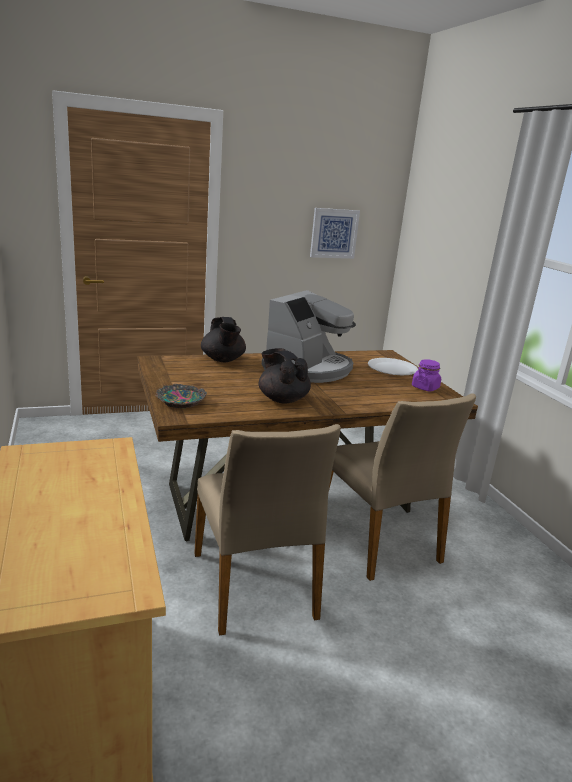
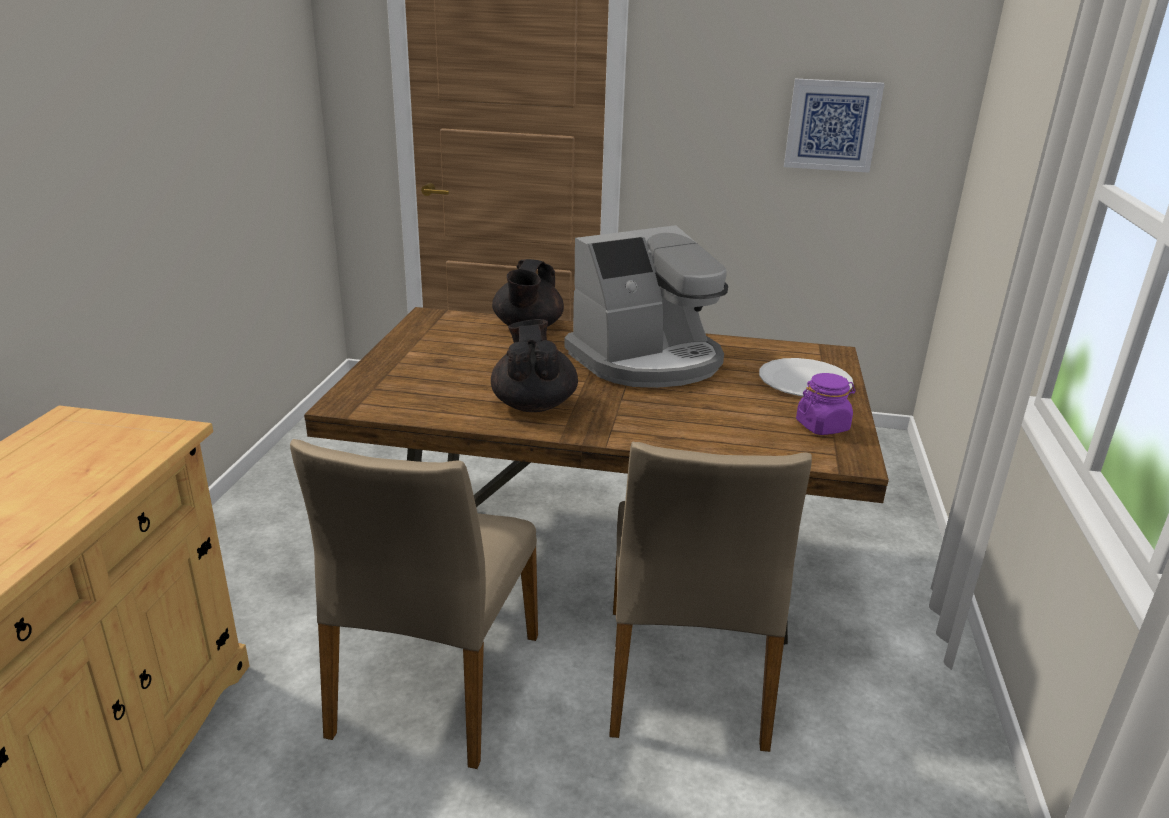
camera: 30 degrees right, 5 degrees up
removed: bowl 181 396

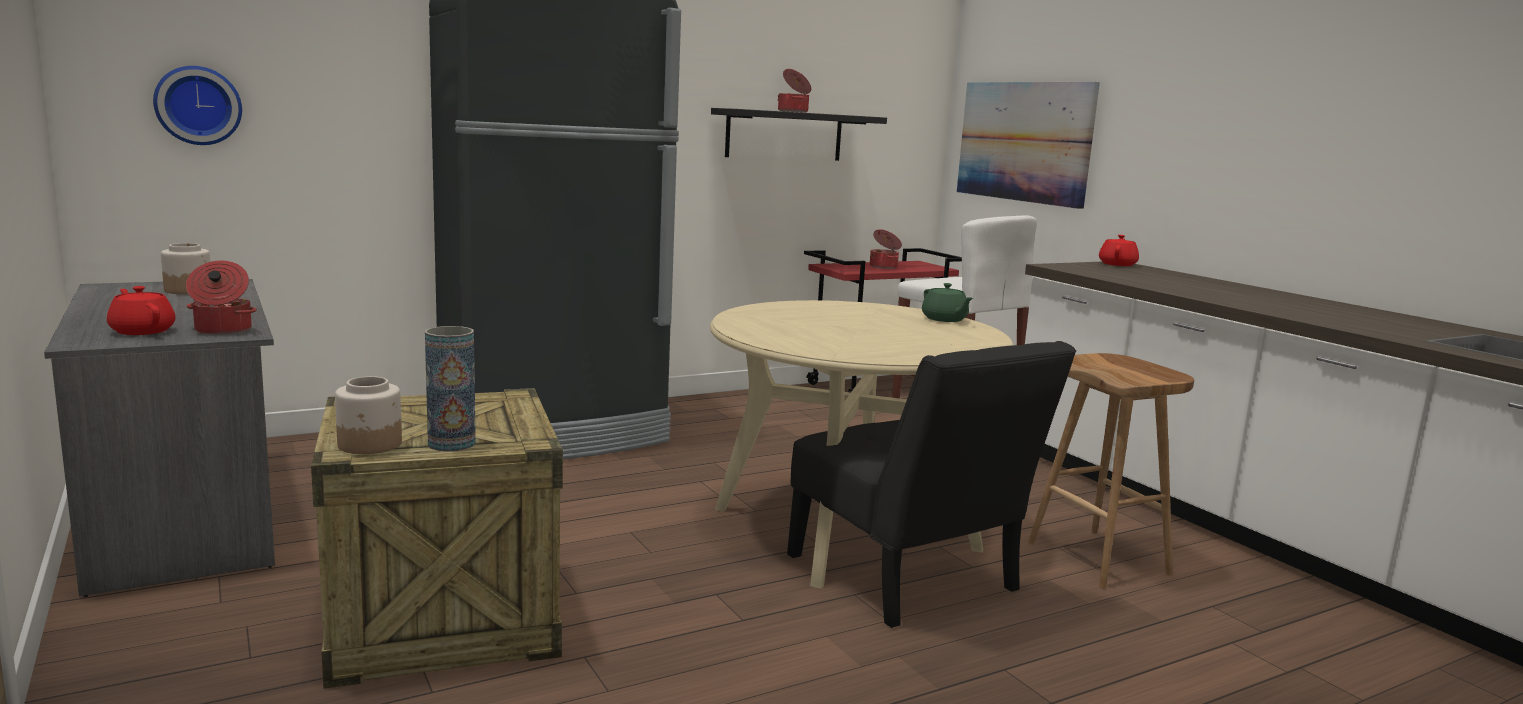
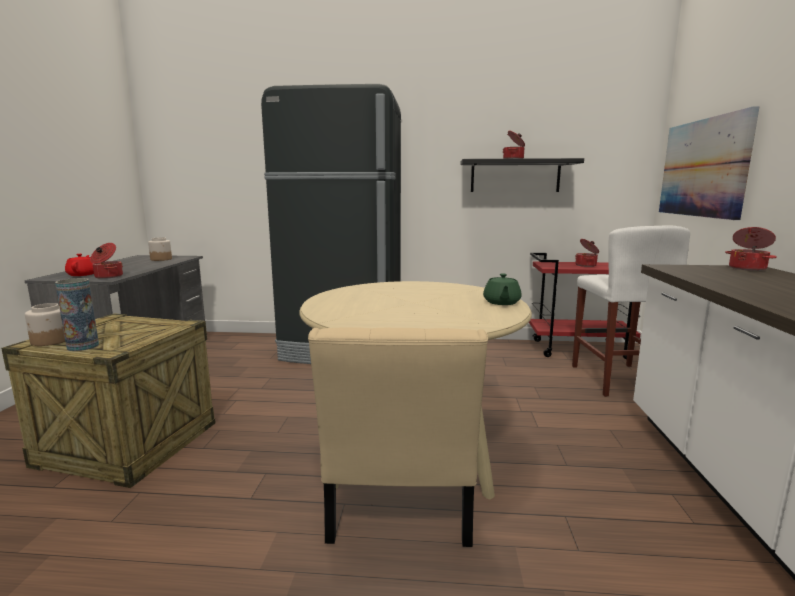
camera: 35 degrees right, 0 degrees up
removed: wall clock 197 105; stool/brown 1111 470
replaced: teapot/red 1119 250 to cooking pot 751 249
recoloured: chair/black 931 484 to chair/beige 398 437

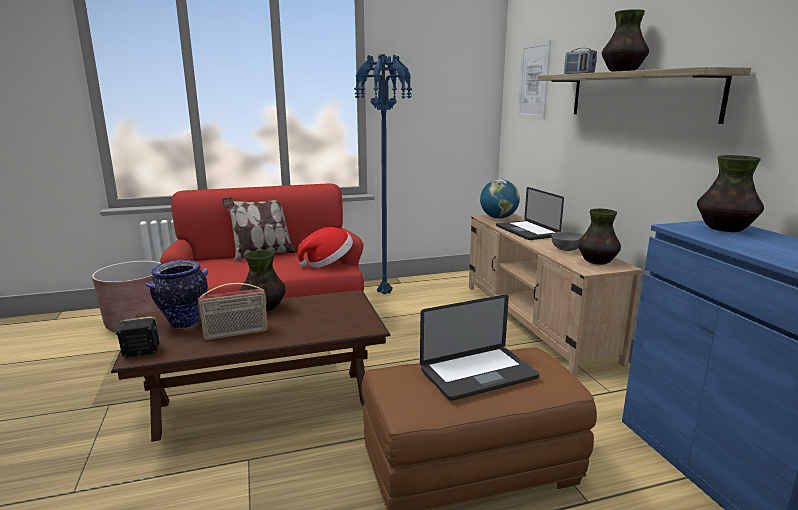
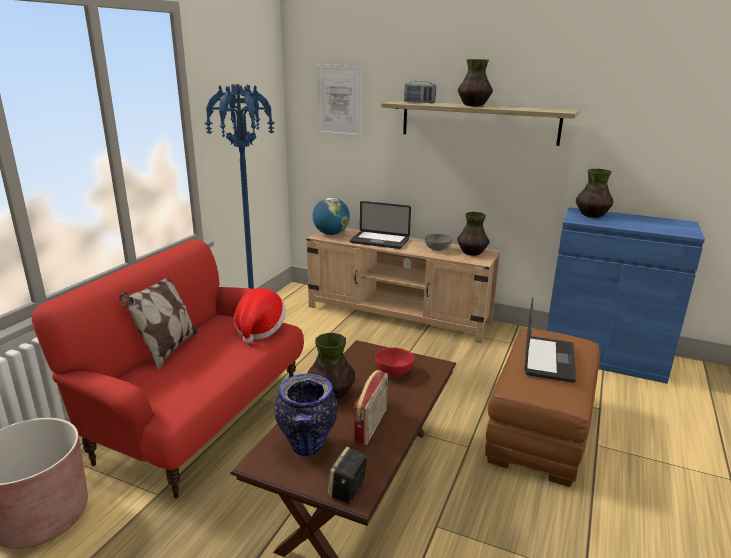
camera: 50 degrees left, 5 degrees up
added: bowl/red 394 362

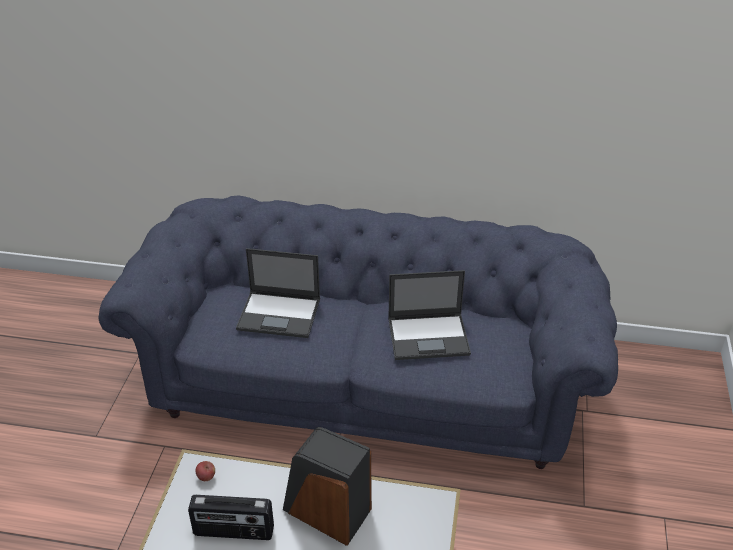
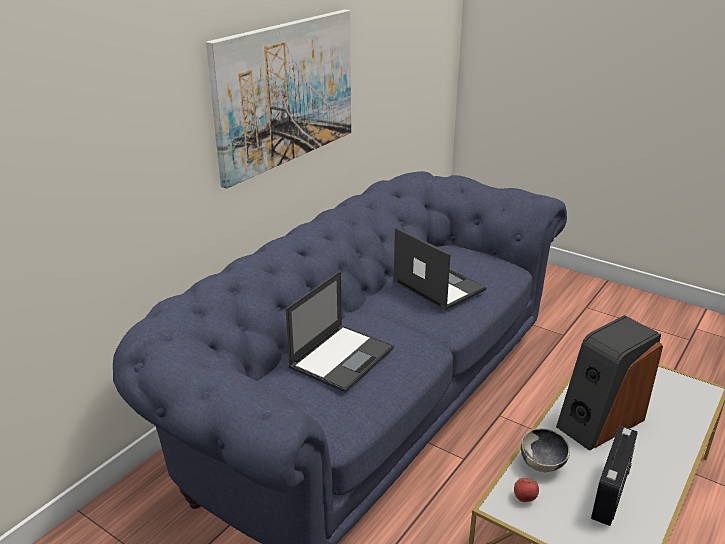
camera: 65 degrees left, 10 degrees down
added: picture 278 99; bowl 545 450
turned: laptop 429 315 = 439 268 60 degrees counterclockwise

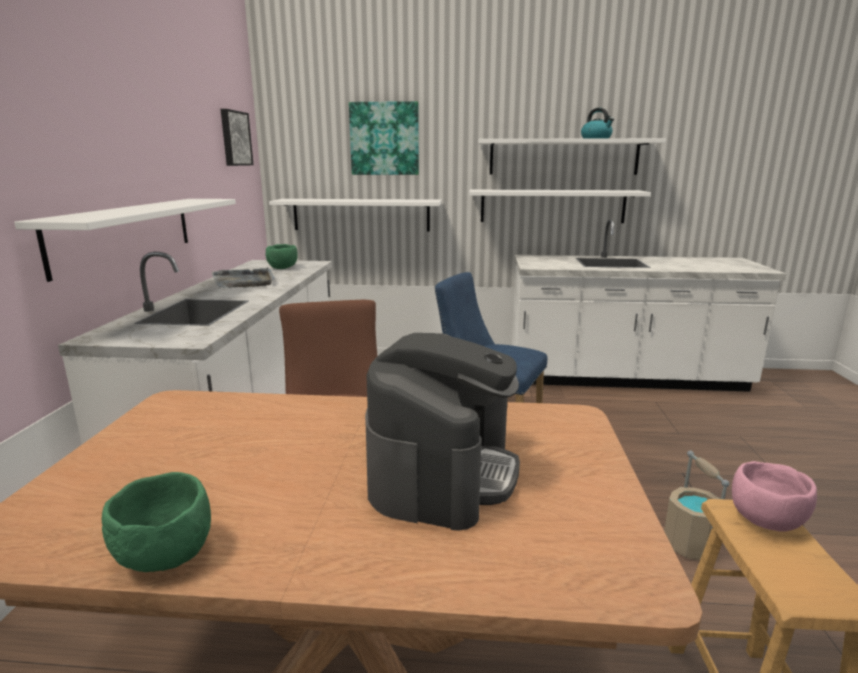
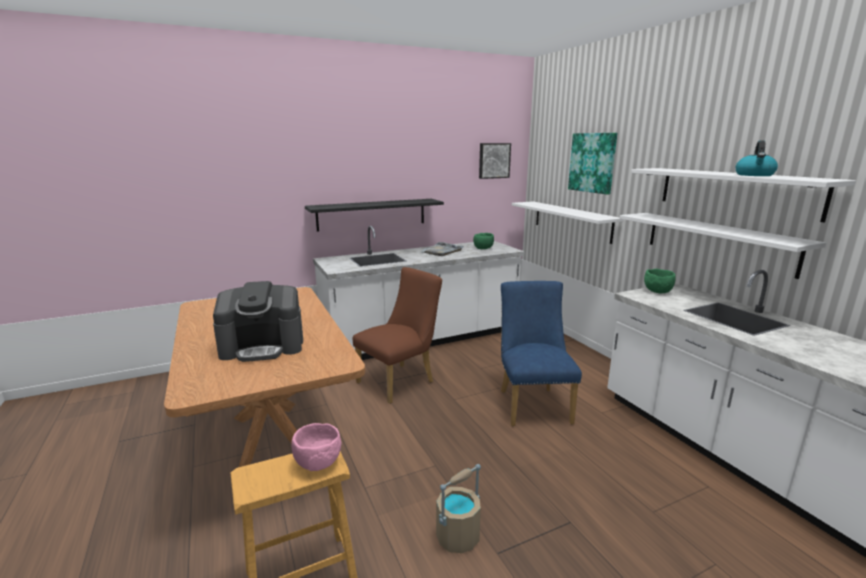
camera: 60 degrees right, 0 degrees up
moved: bowl/green 156 522 to 660 281
recoloured: shelf/white 125 240 to shelf/black 374 215

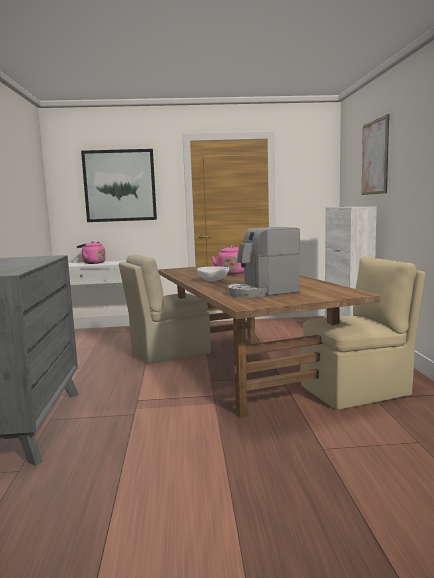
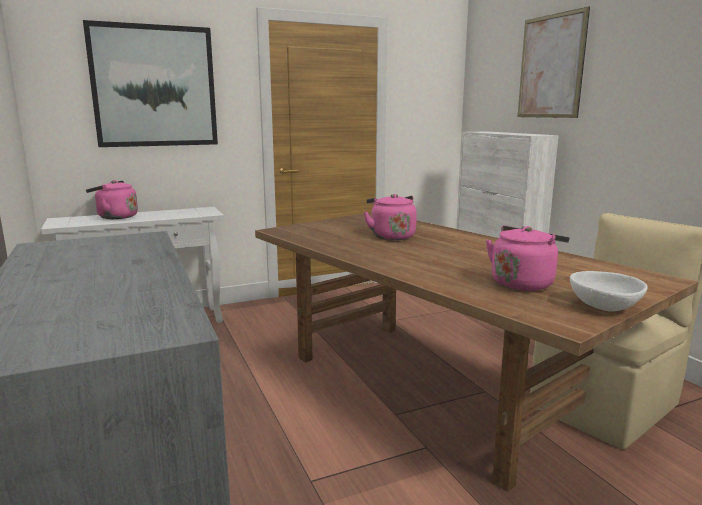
camera: 20 degrees left, 5 degrees up
removed: chair/beige 165 309
moved: bowl/white 213 274 to 609 291
replaced: coffee machine 263 262 to kettle/pink 527 258

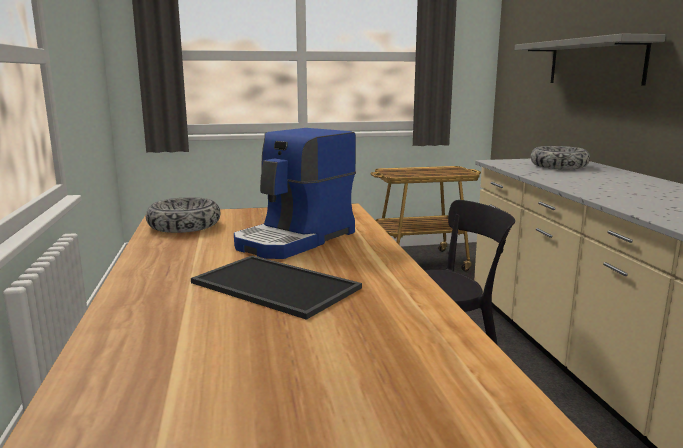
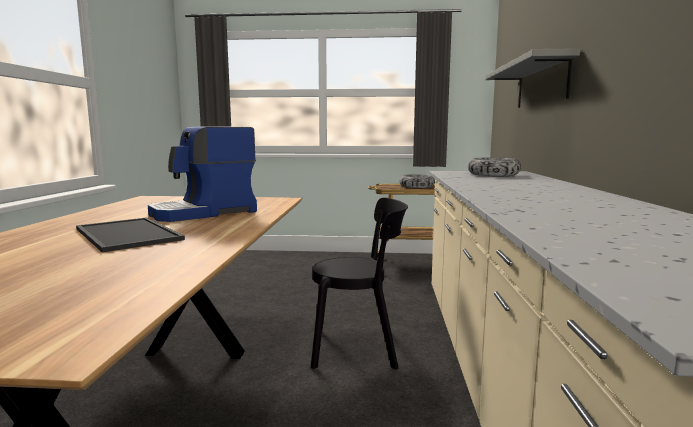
camera: 15 degrees right, 5 degrees down
moved: bowl 183 215 to 417 181

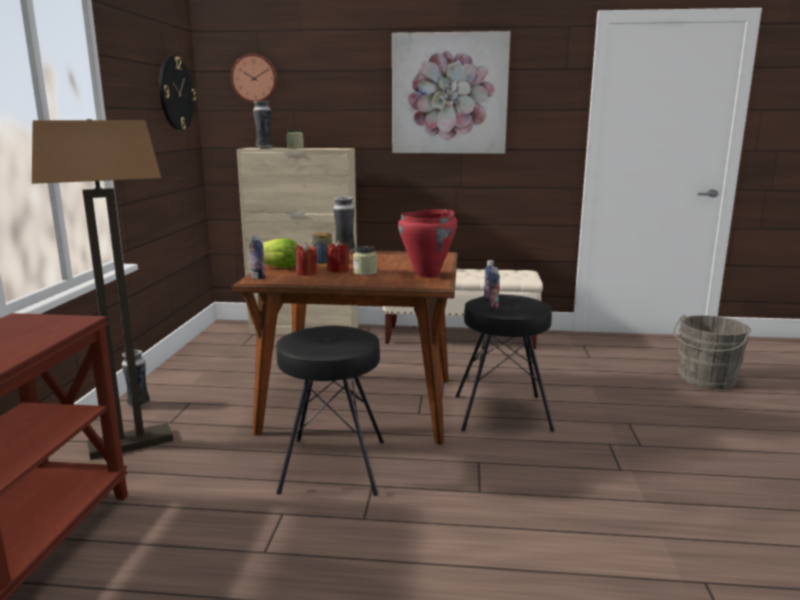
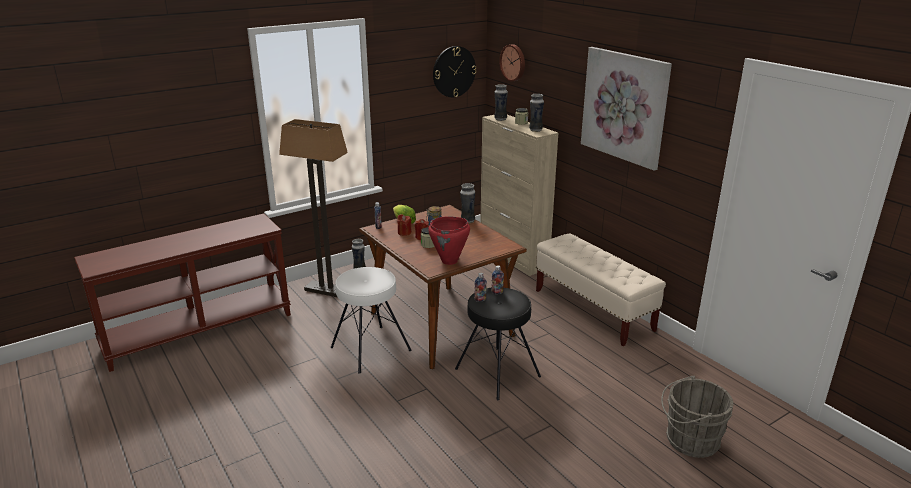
camera: 50 degrees right, 10 degrees up
added: vase 536 113
recoloured: stool/black 330 411 to stool/white 371 320

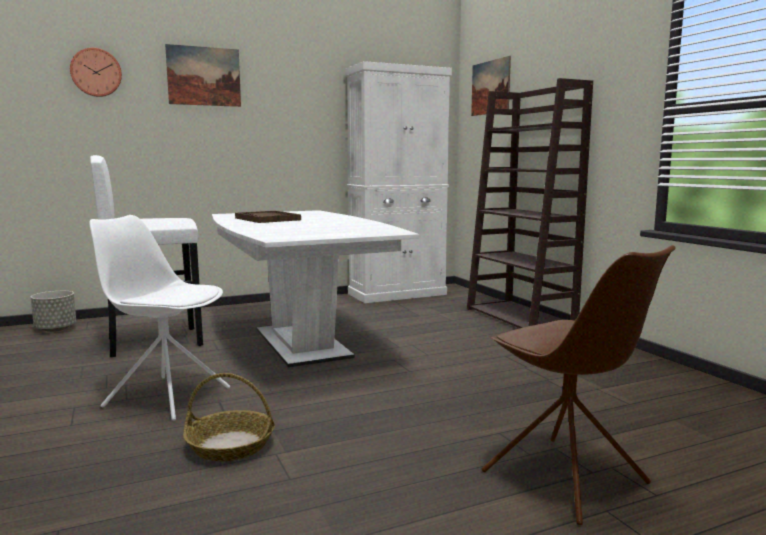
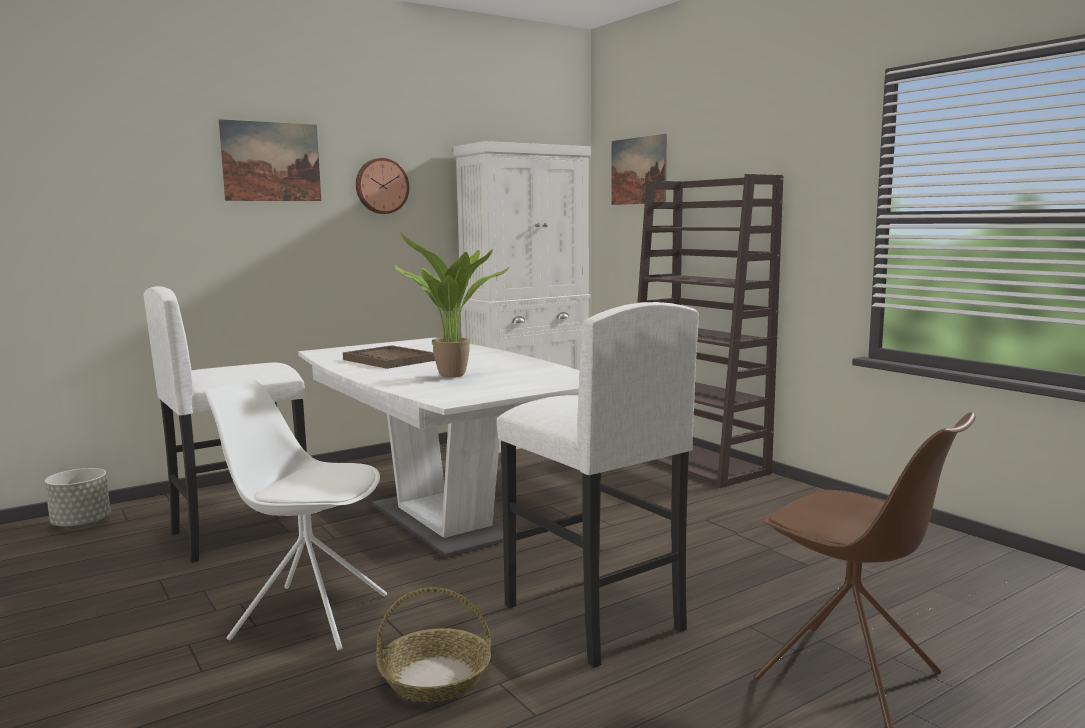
camera: 10 degrees left, 0 degrees up
added: potted plant 451 305; stool/white 598 485
moved: wall clock 96 72 to 382 186

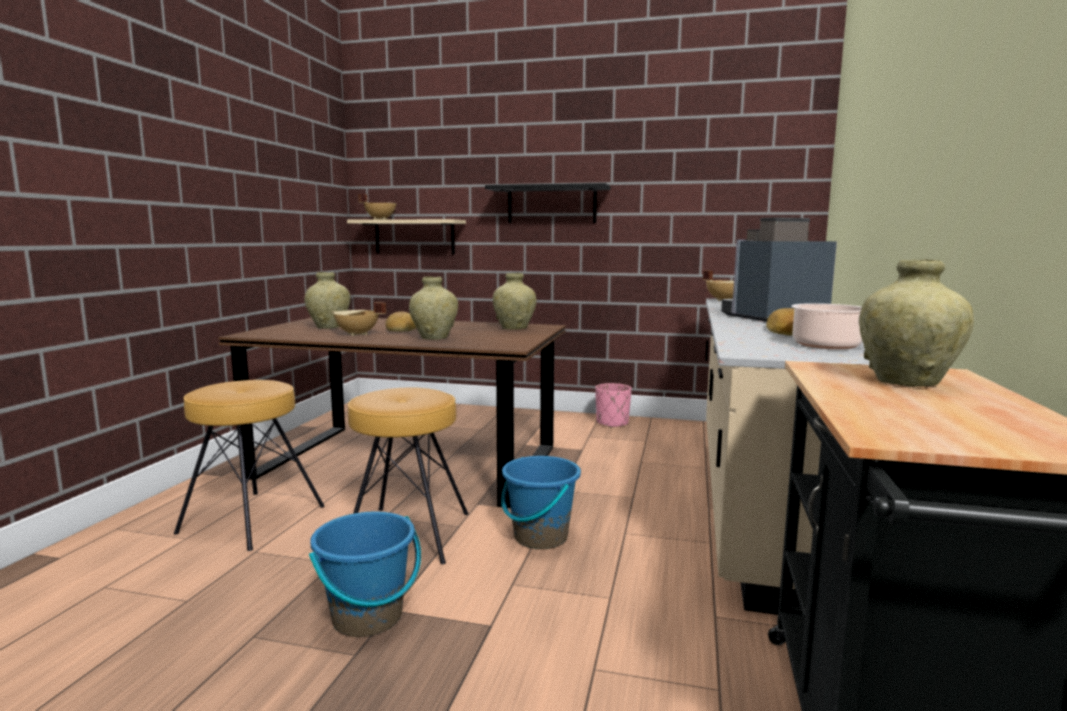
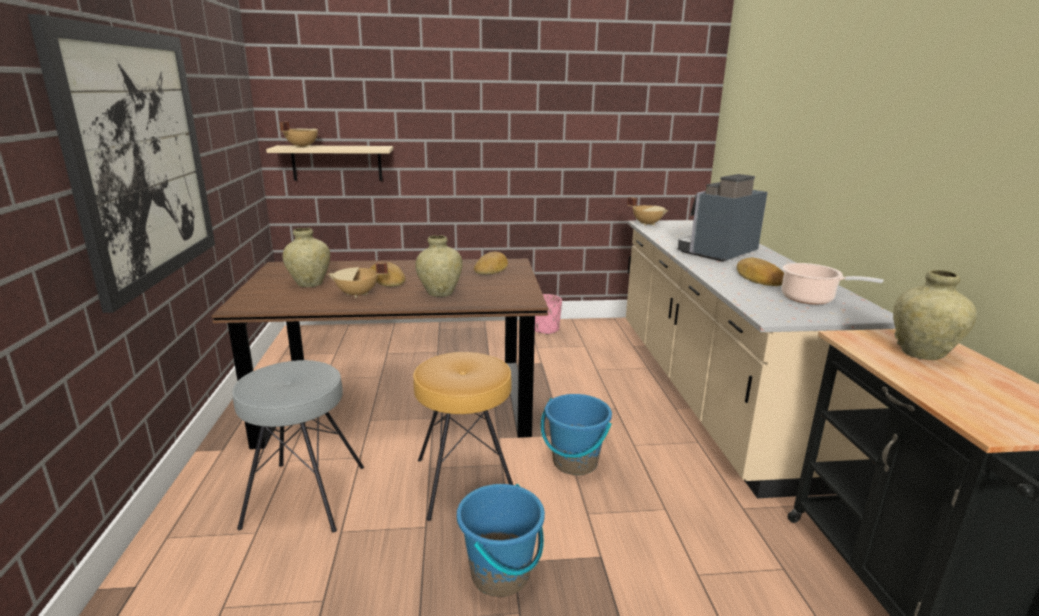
camera: 20 degrees left, 10 degrees up
removed: shelf/black 547 203
added: picture 121 163
replaced: vase/beige 515 301 to bread 491 263
recoloured: stool/brown 249 465 to stool/grey 298 446

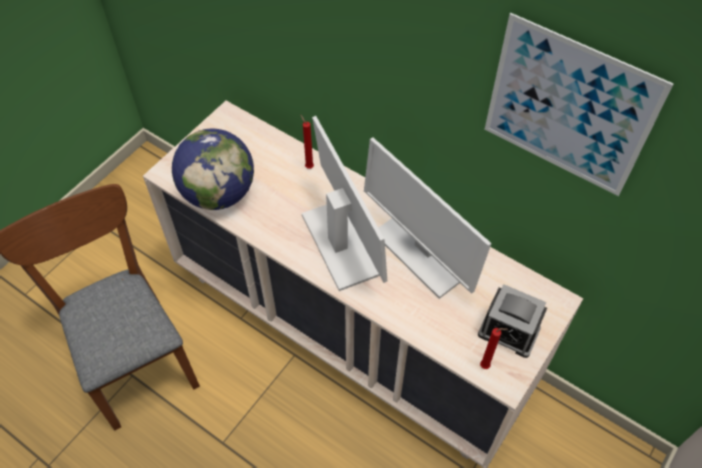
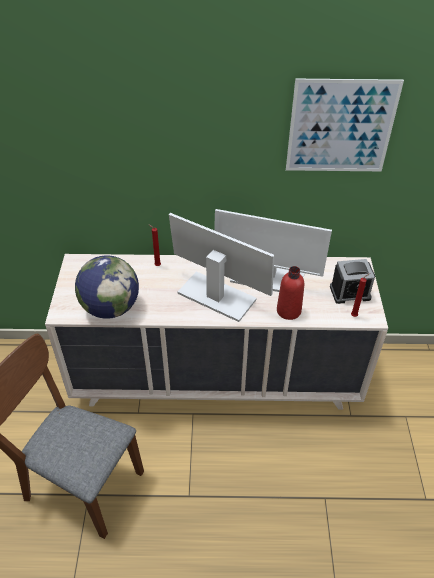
camera: 35 degrees left, 10 degrees down
added: bottle/red 290 293

